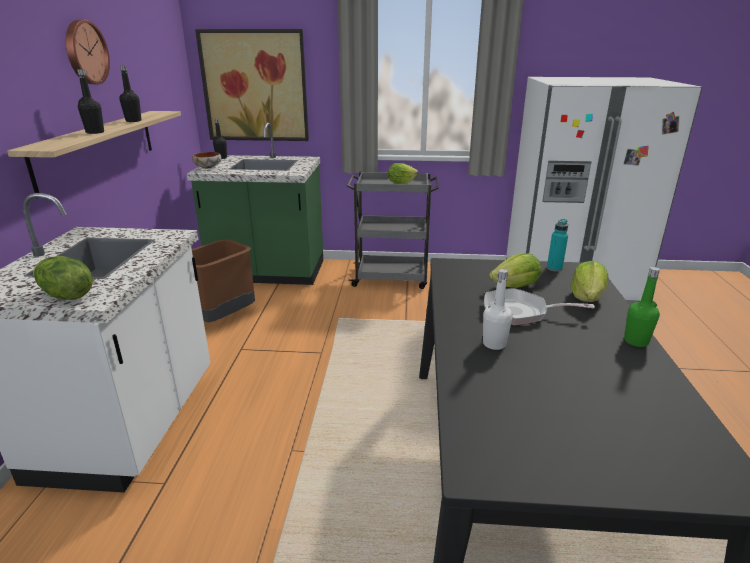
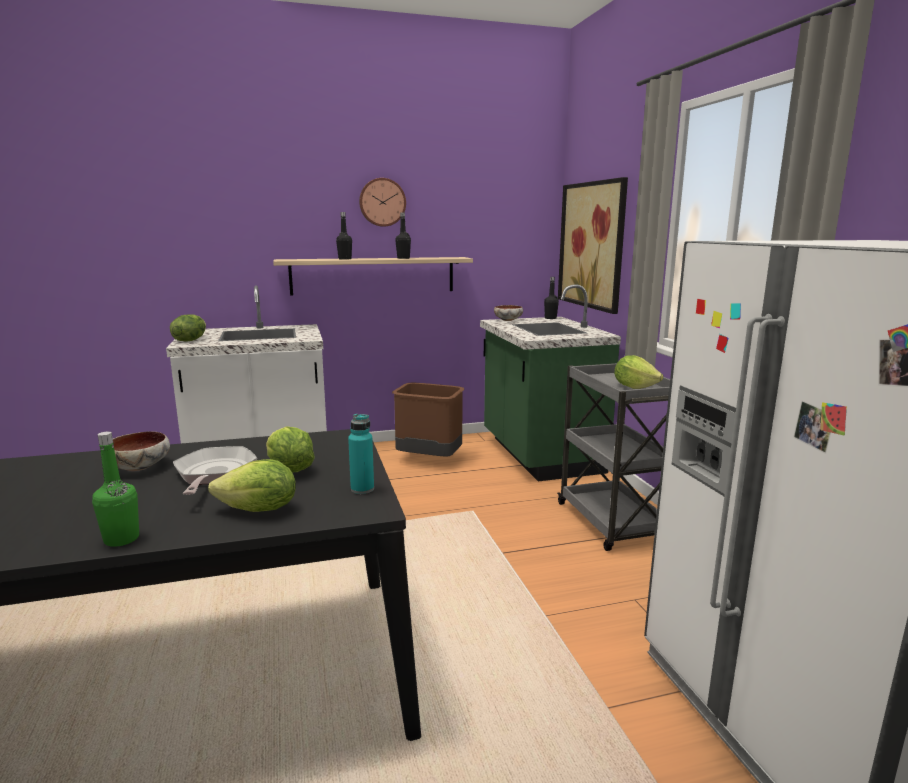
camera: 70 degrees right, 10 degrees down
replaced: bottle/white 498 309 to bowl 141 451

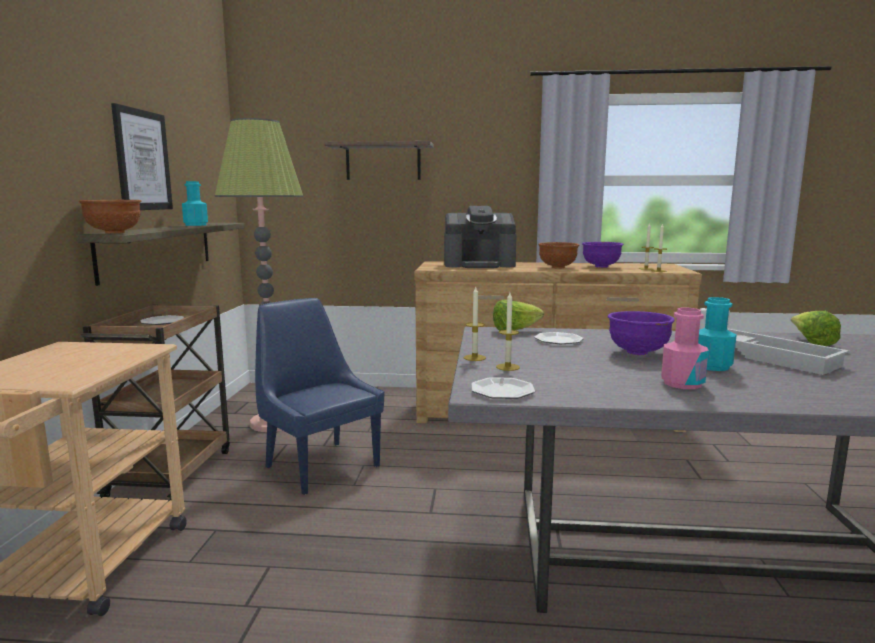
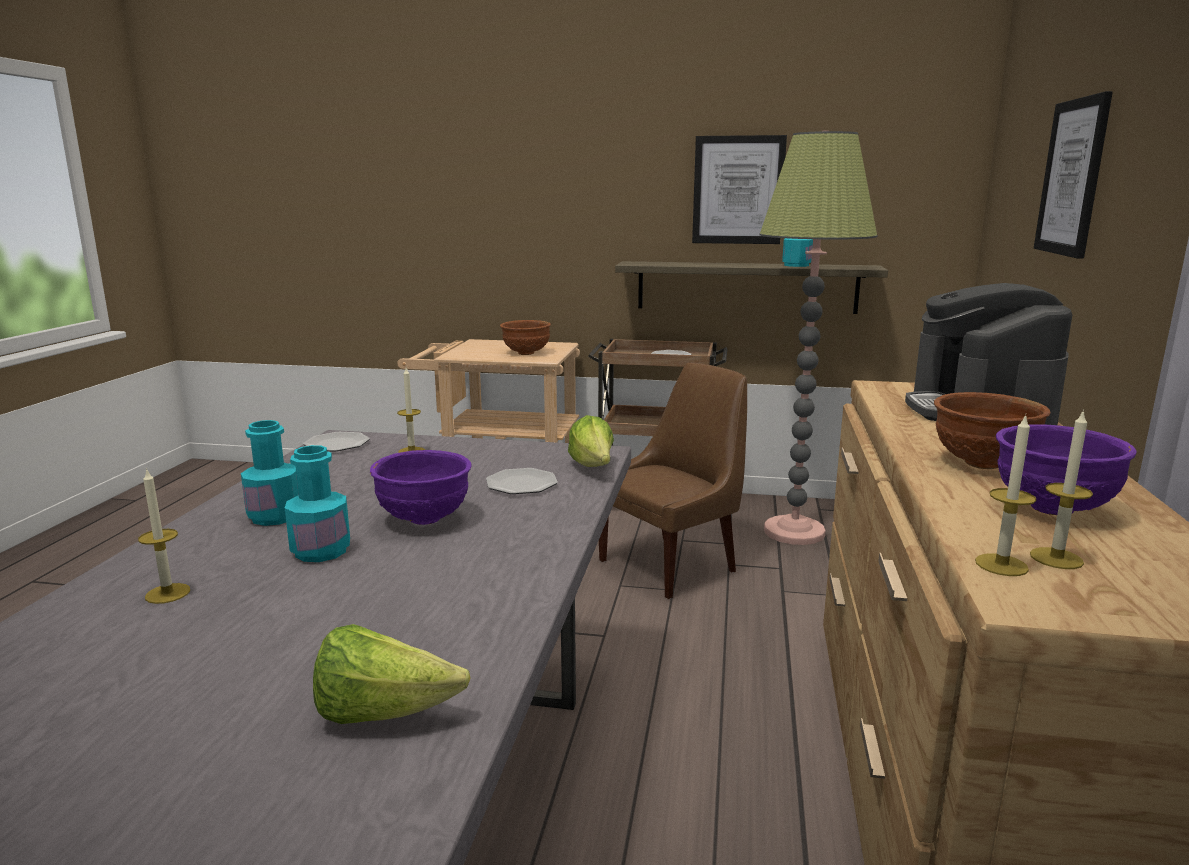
camera: 95 degrees right, 5 degrees up
removed: tray/white 788 351
moved: bowl/brown 110 217 to 525 337; candle 475 324 to 164 536
replaced: shelf 379 160 to picture 1073 175
recoloured: chair/blue 319 396 to chair/brown 673 480; bottle/pink 685 348 to bottle/turquoise 270 473

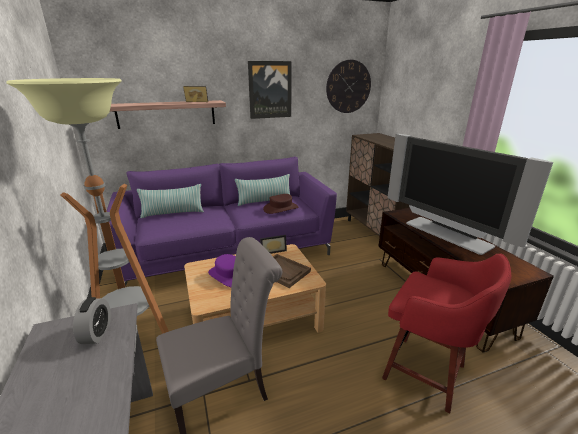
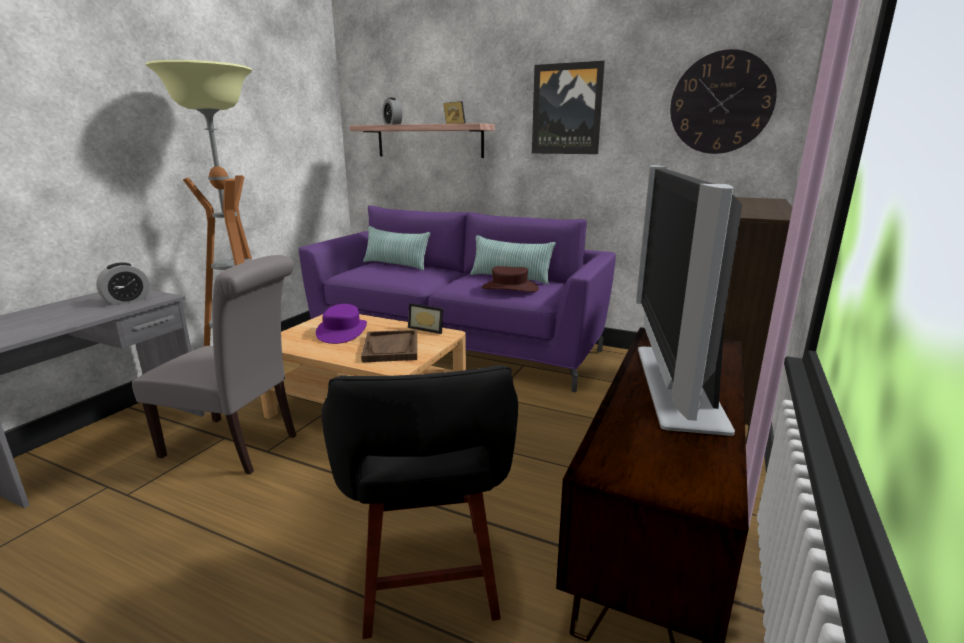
camera: 45 degrees right, 5 degrees down
added: alarm clock 392 111
recoloured: stool/red 446 333 to stool/black 420 502

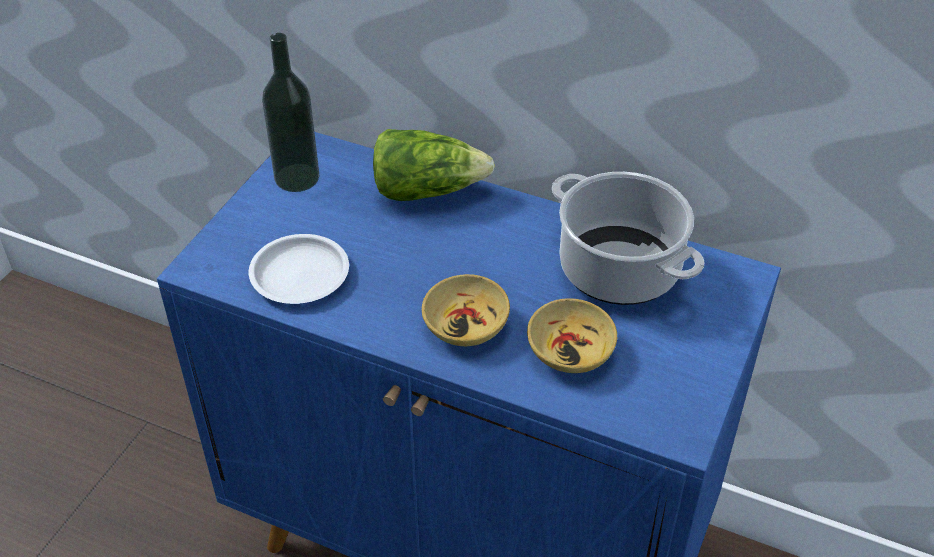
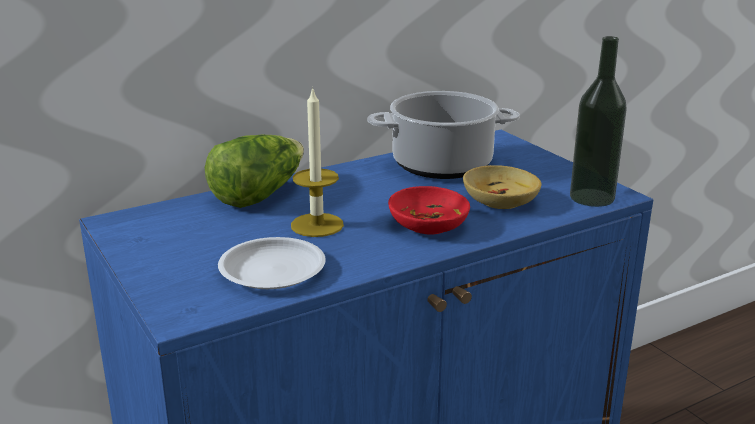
camera: 55 degrees left, 20 degrees down
added: candle 317 161
moved: bottle 290 112 to 598 121
recoloured: bowl/beige 466 310 to bowl/red 429 210

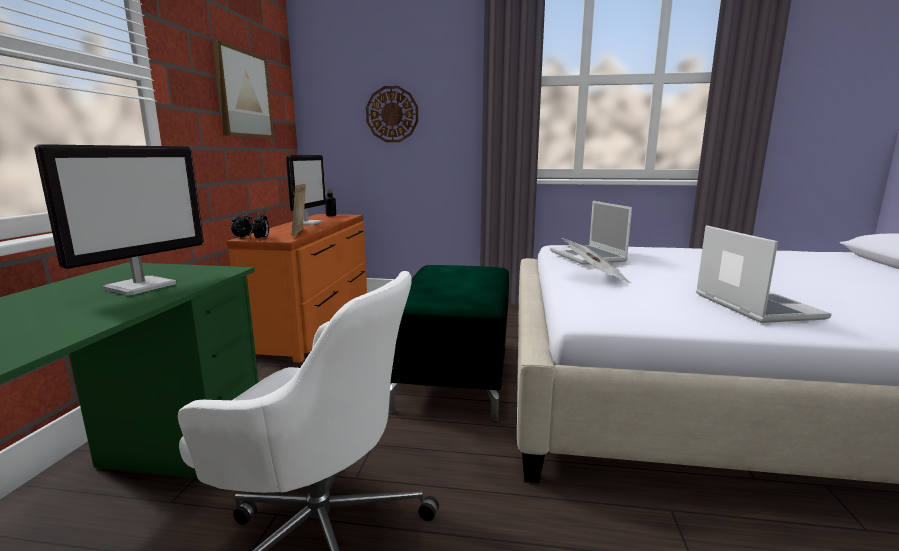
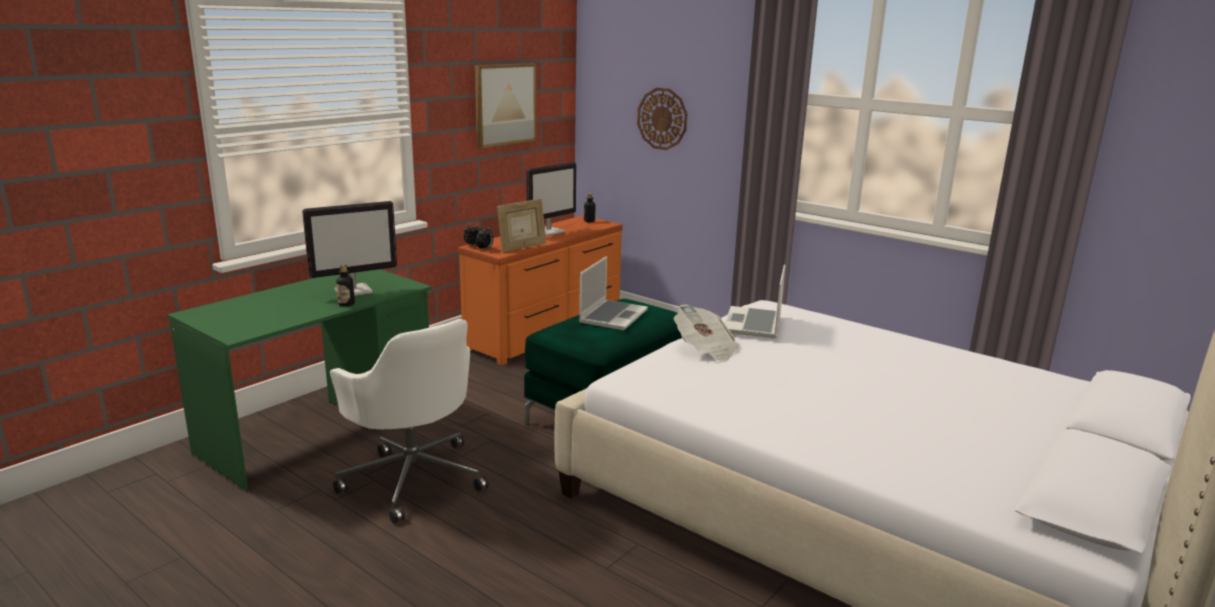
camera: 30 degrees right, 5 degrees up
added: bottle 345 285
moved: laptop 764 274 to 613 293
turned: picture frame 298 210 = 521 225 150 degrees counterclockwise

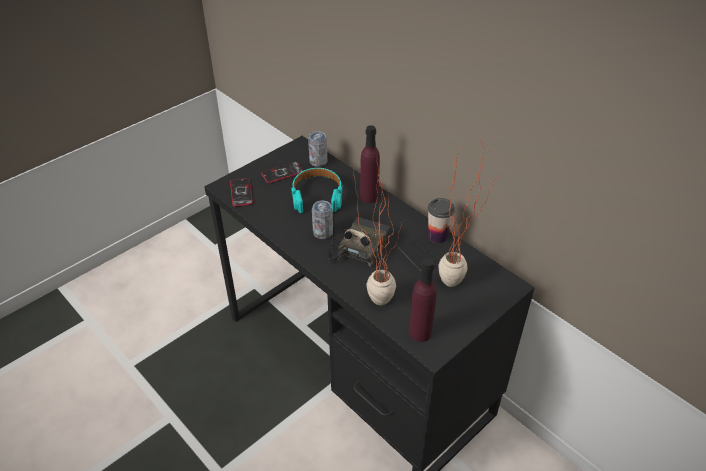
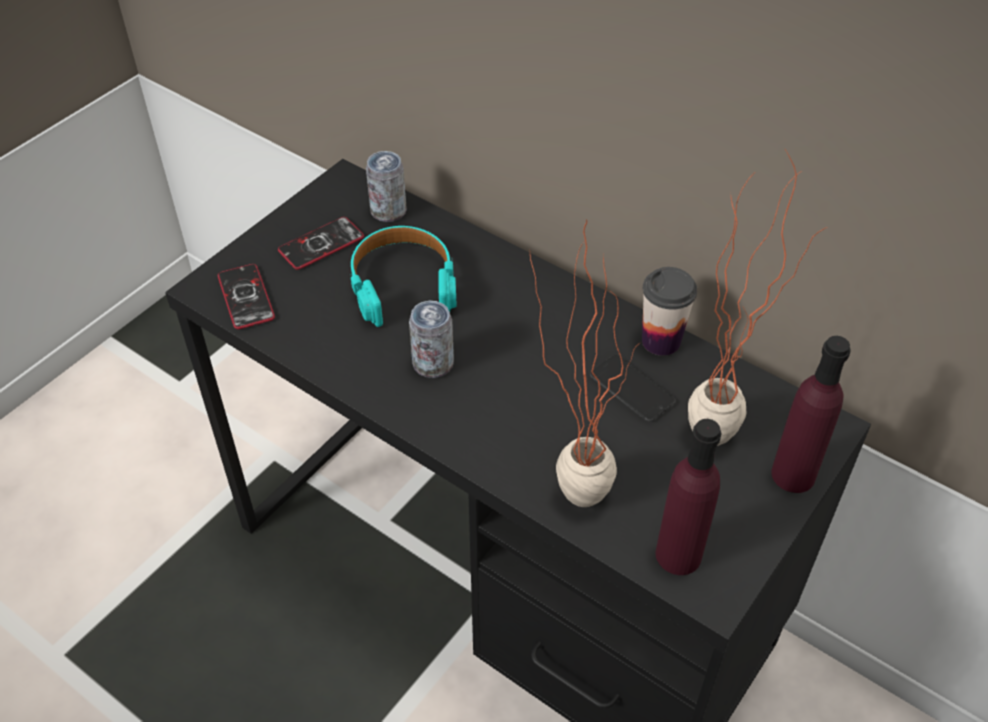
camera: 10 degrees left, 5 degrees up
removed: radio 359 236
moved: bottle/purple 370 164 to 811 414

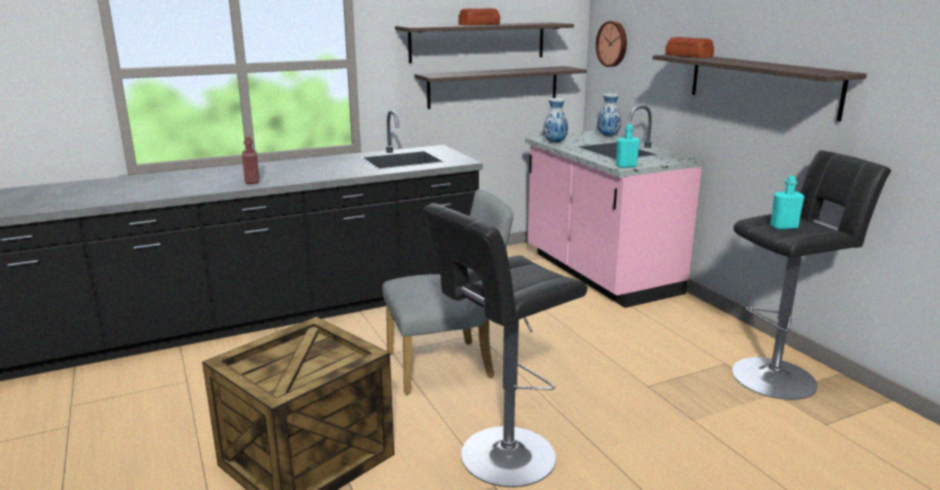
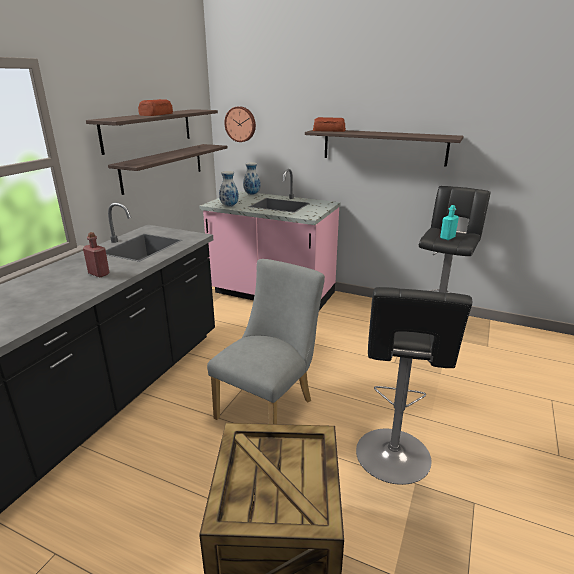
camera: 40 degrees left, 5 degrees up
removed: bottle/turquoise 628 146
moved: bottle/red 250 160 to 96 255

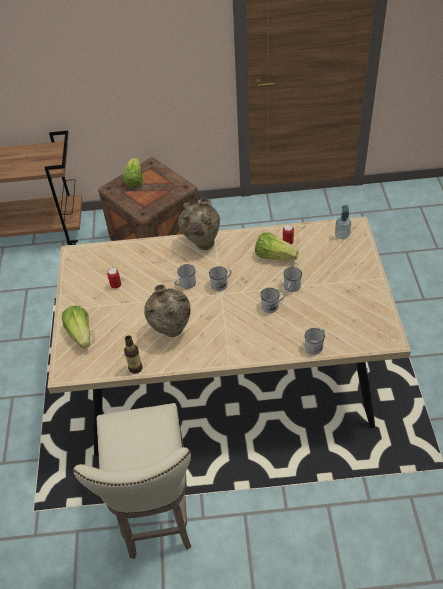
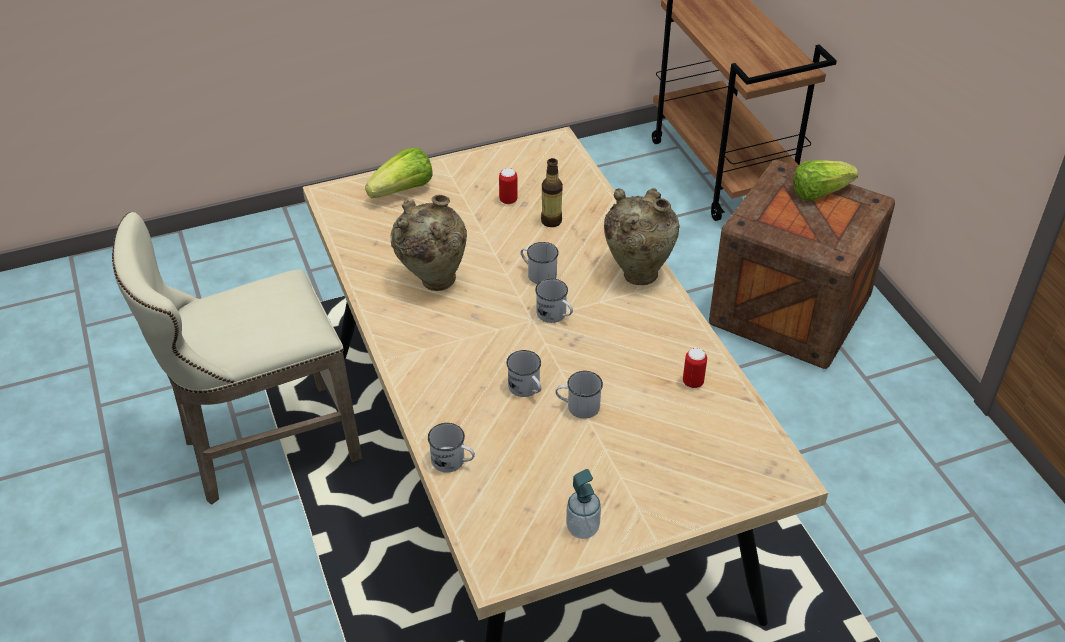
camera: 70 degrees right, 5 degrees down
removed: lettuce 277 246
moved: soap dispenser 343 222 to 583 504; bottle 133 355 to 552 192

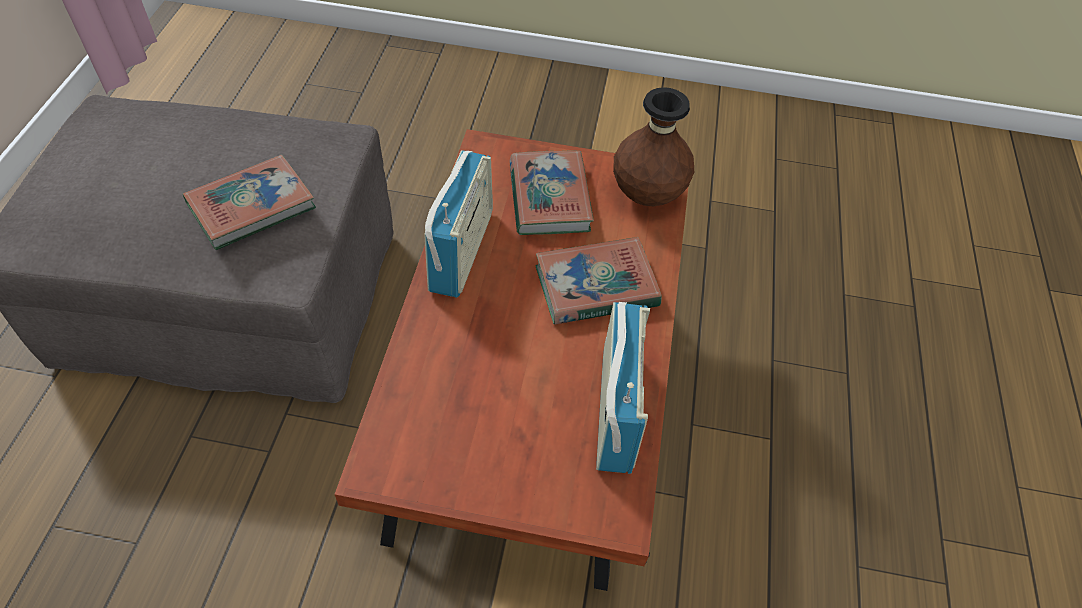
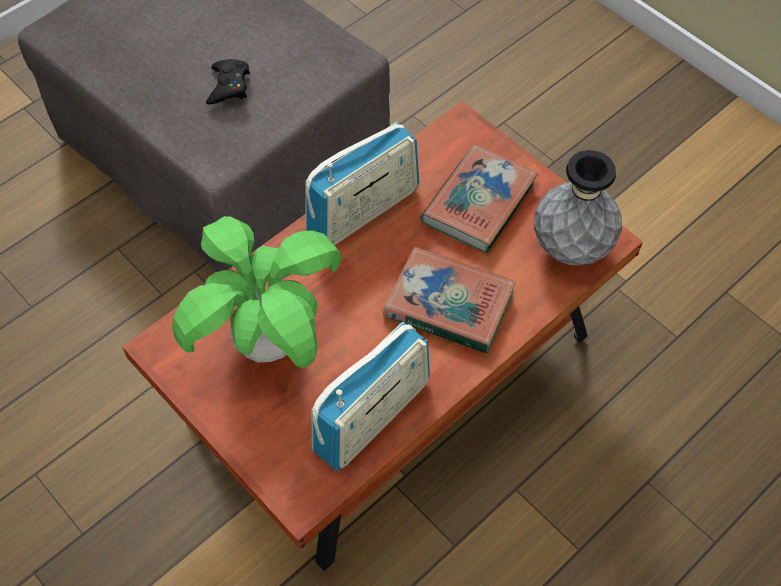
camera: 40 degrees right, 5 degrees up
added: potted plant 257 292
replaced: book 249 202 to game controller/black 228 81
recoloured: vase/brown 653 146 to vase/grey 578 208

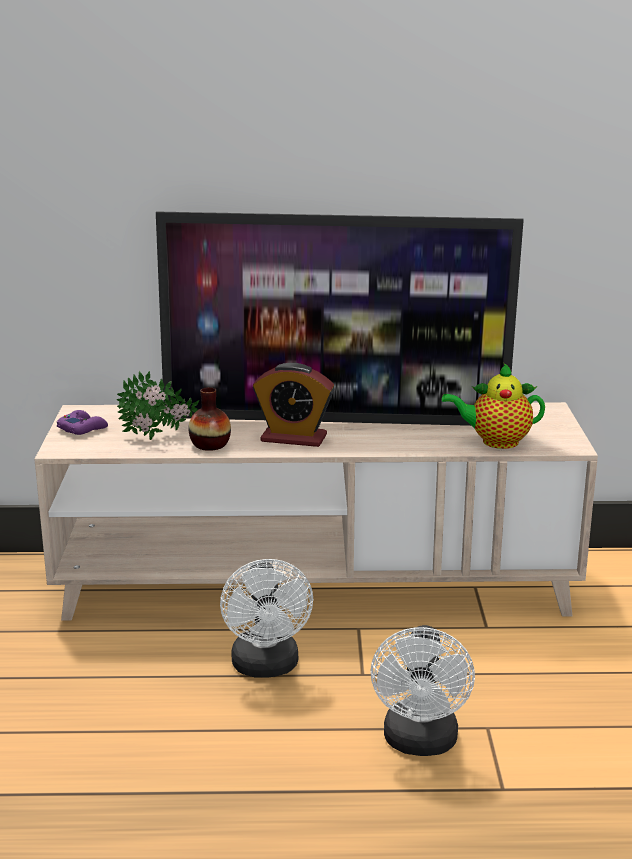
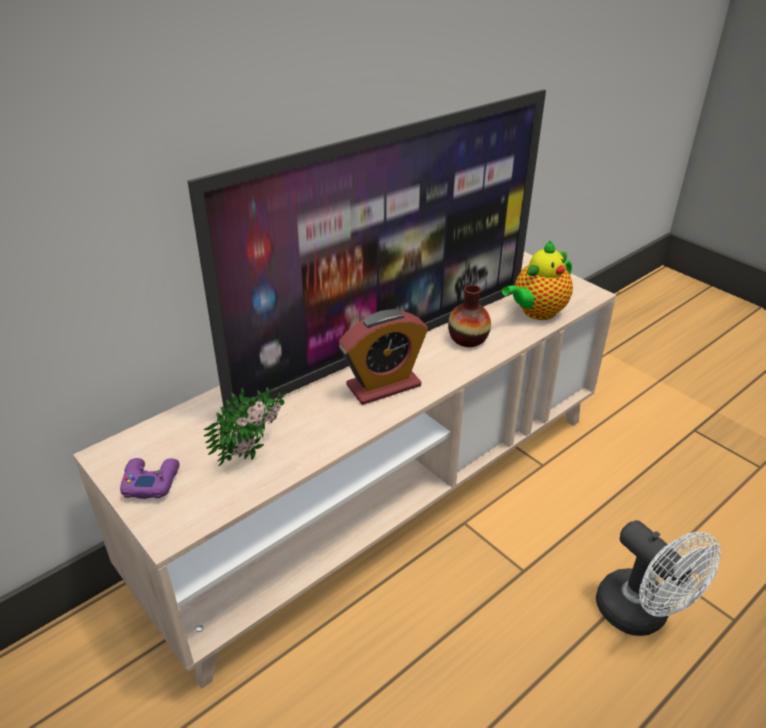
camera: 40 degrees left, 15 degrees up
removed: fan/white 266 618
moved: vase 209 419 to 469 316

